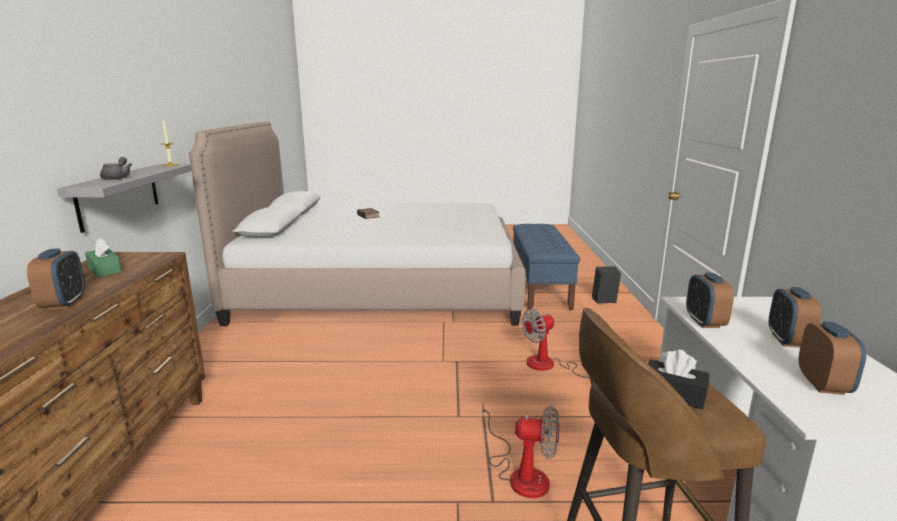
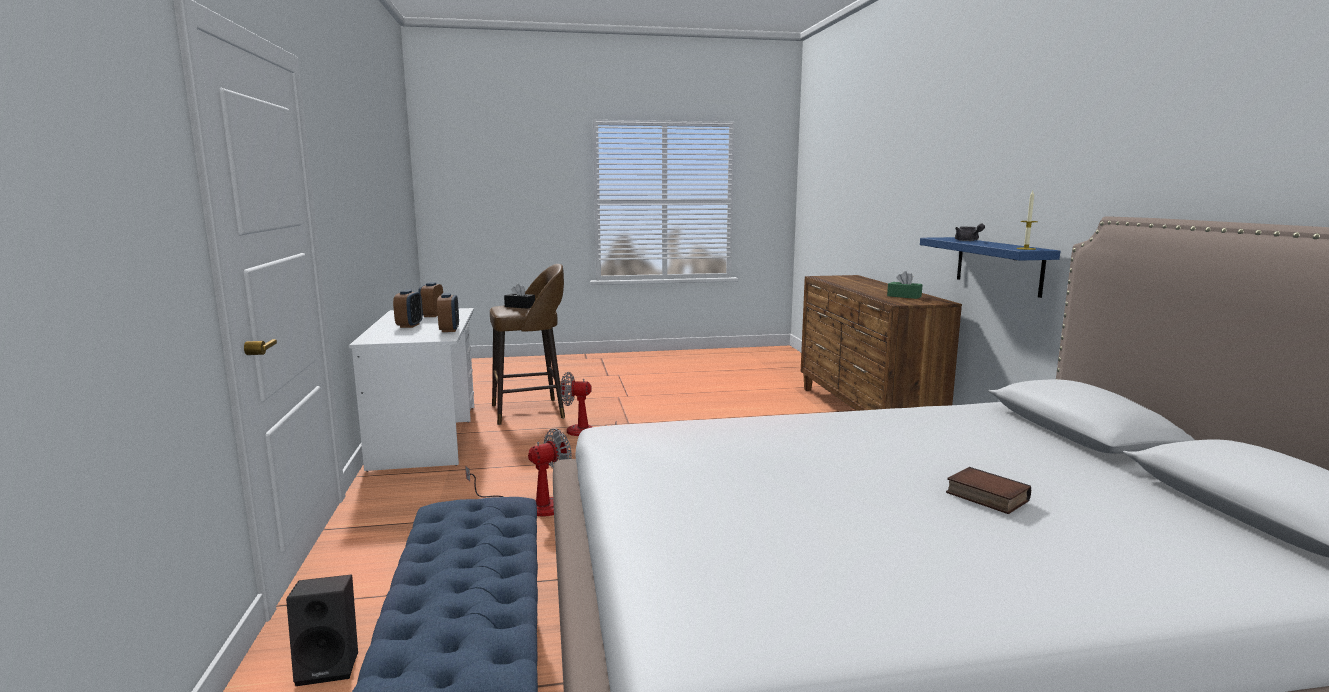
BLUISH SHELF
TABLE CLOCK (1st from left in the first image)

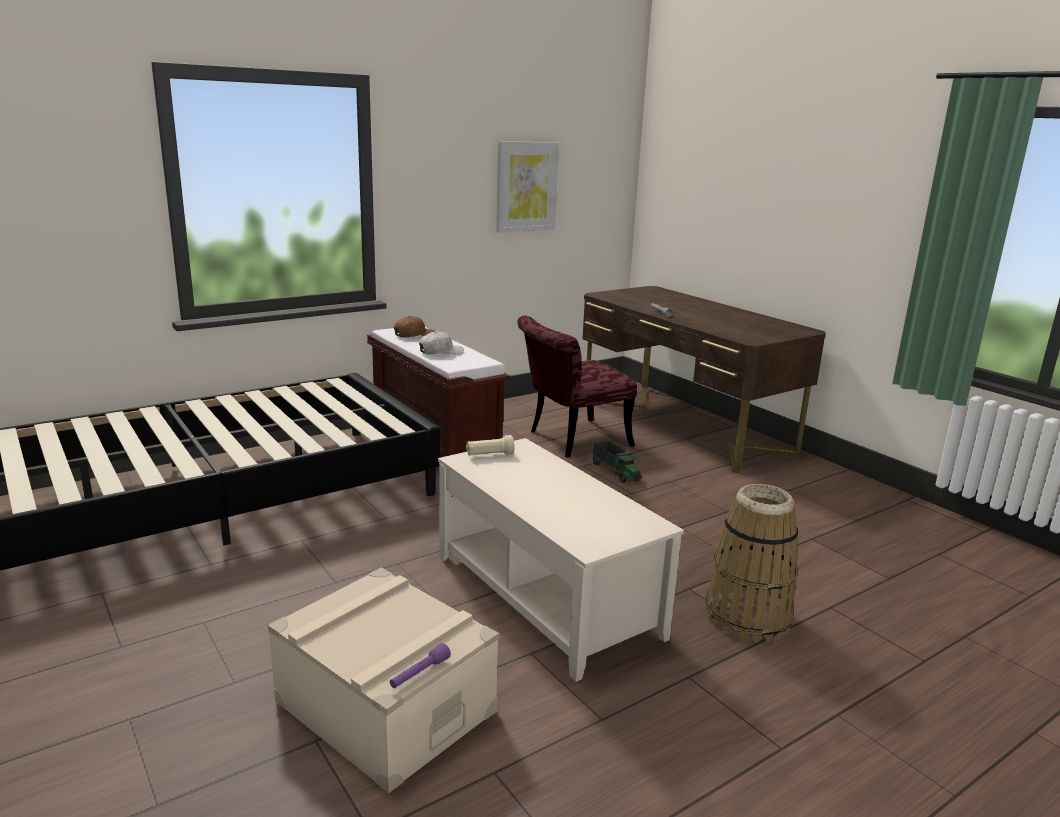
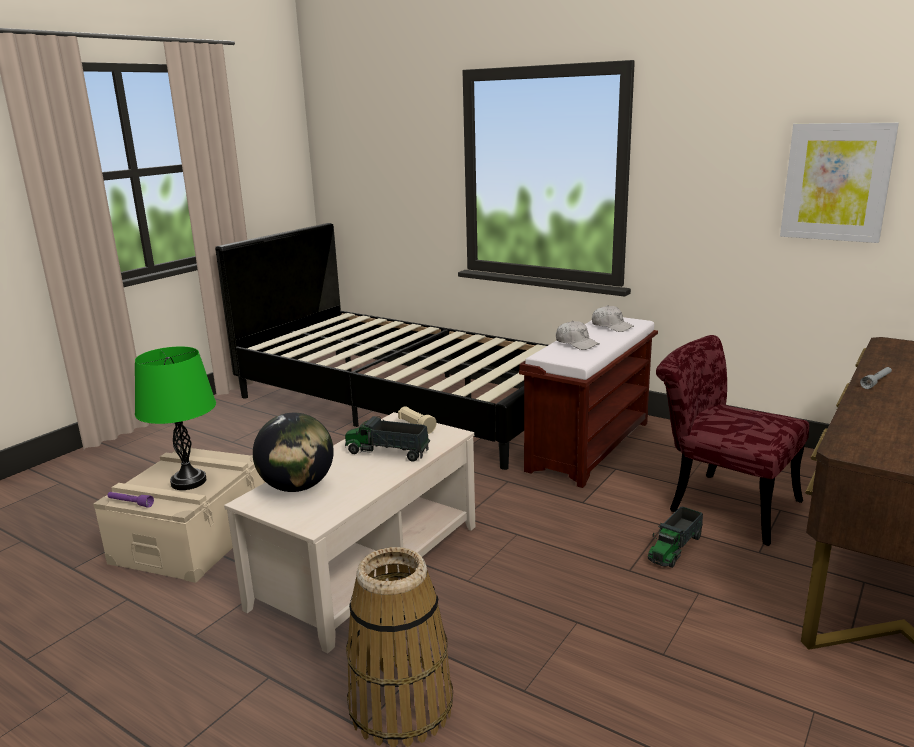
WHITE CAP (2nd from left)
GREEN TABLETOP LAMP
GLOBE
TOY TRUCK (1st from left)

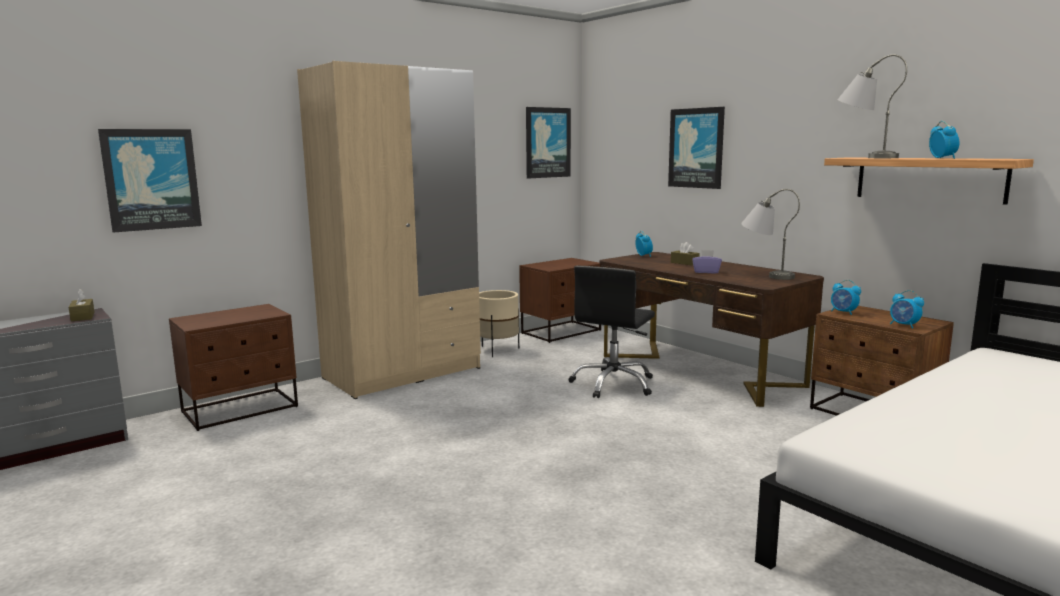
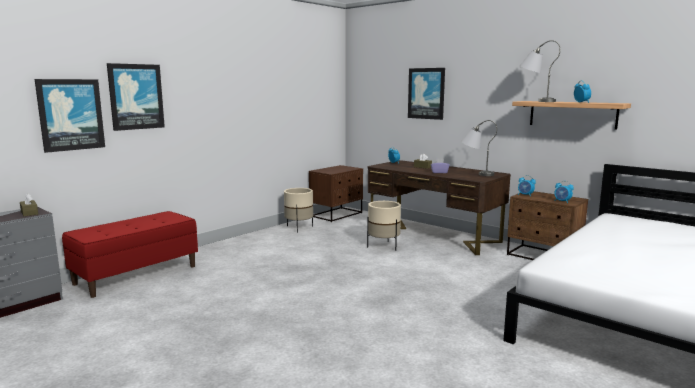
BEIGE-COLOURED WARDROBE
WALL PICTURE (2nd from left)
BEIGE-COLOURED FLOWER POT (2nd from left)
RED LONG SEAT

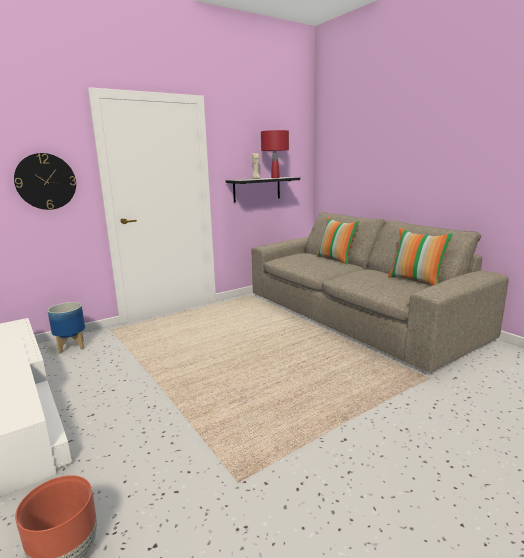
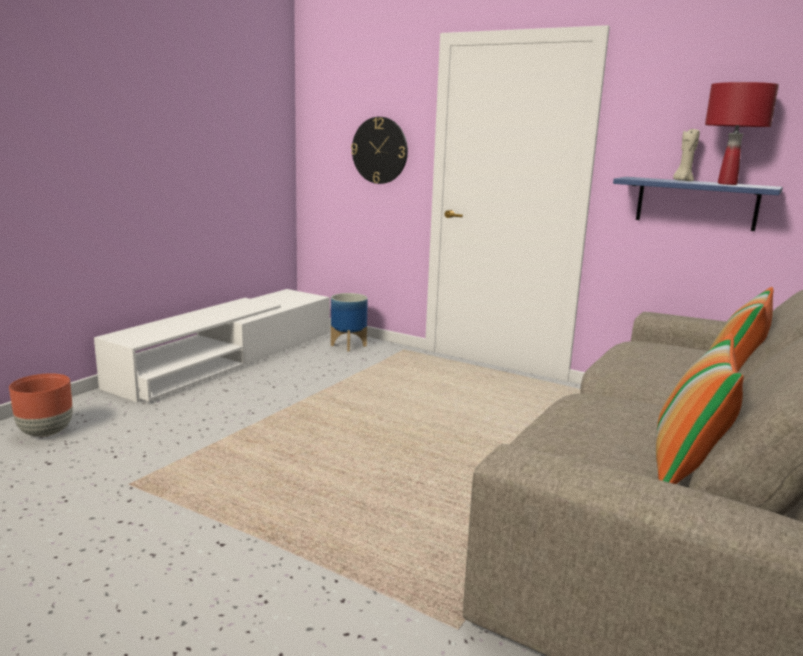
BLUISH SHELF

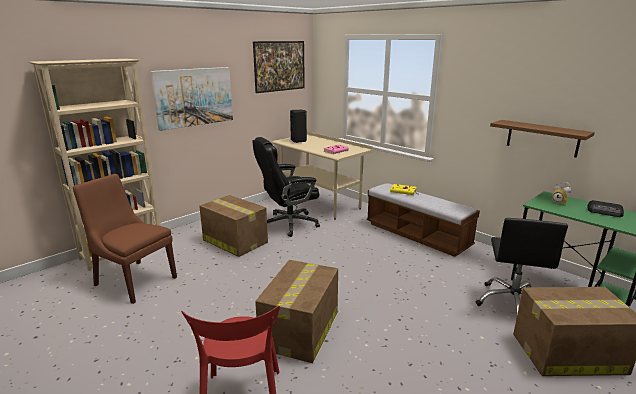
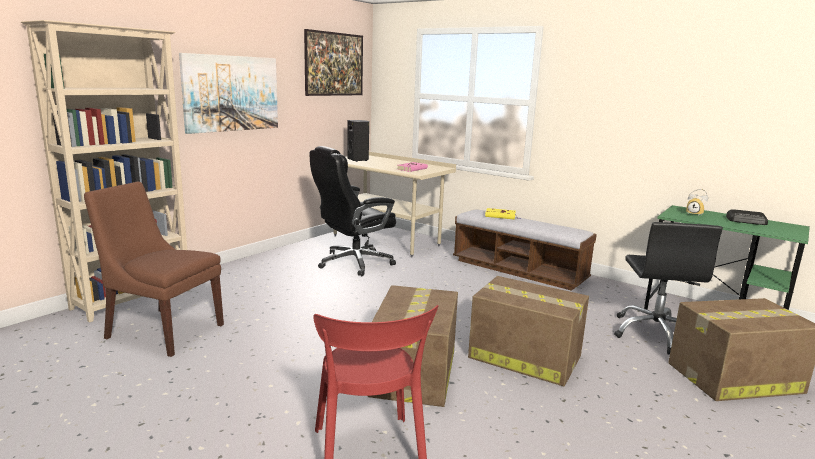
BROWN SHELF
CARDBOARD BOX (2nd from left)

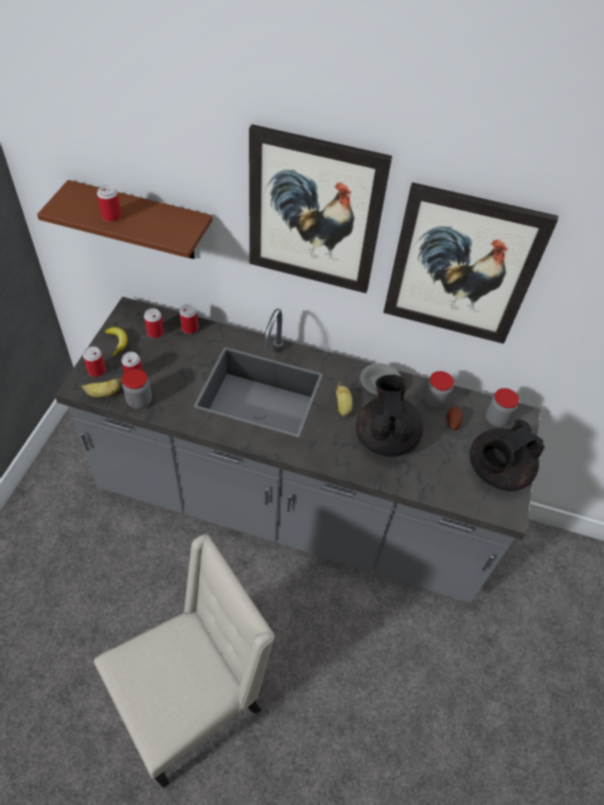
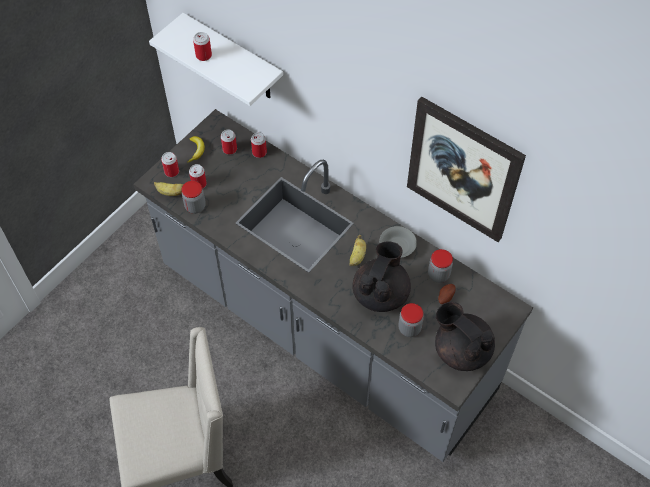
WALL PICTURE (1st from left in the first image)
WHITE SHELF
PRESERVE JAR (2nd from left)
BLACK TEA POT (2nd from left)

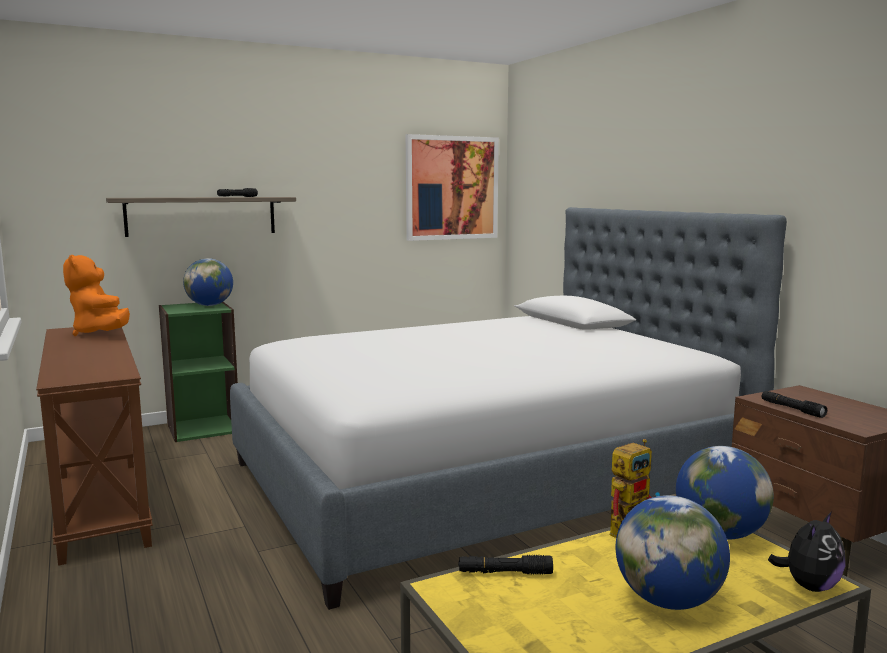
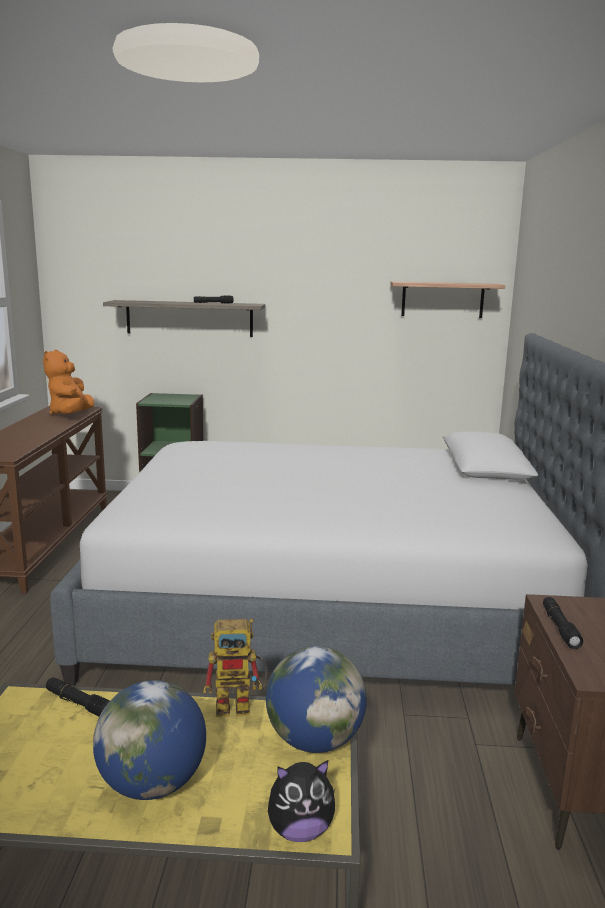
SHELF (2nd from left)
GLOBE (1st from left in the first image)

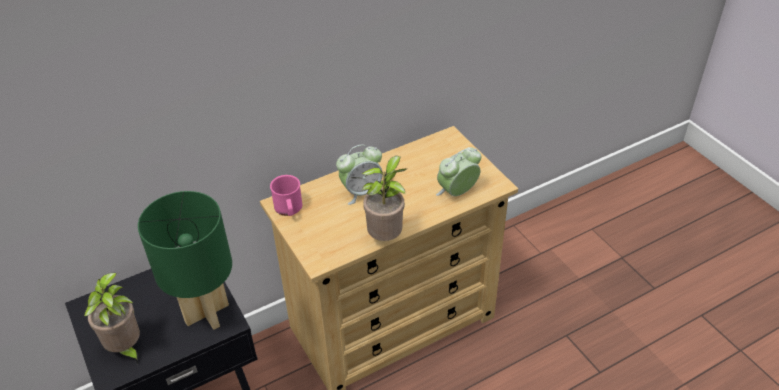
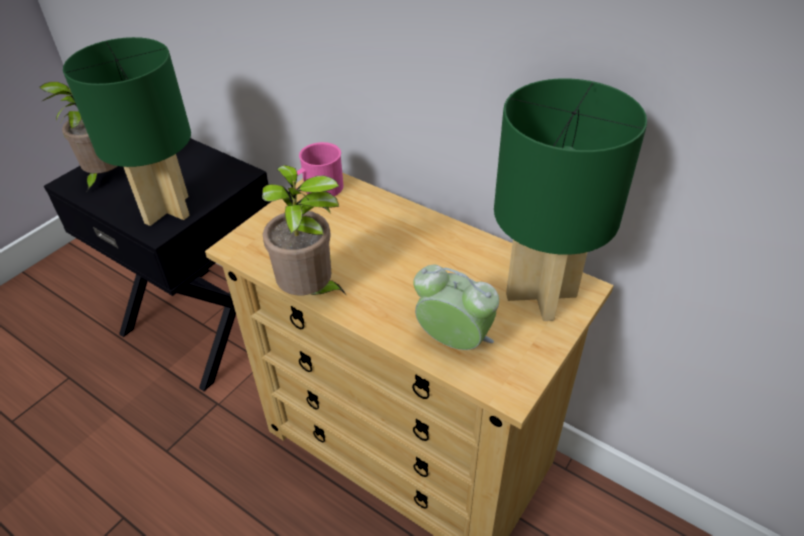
TABLE CLOCK (1st from left in the first image)
GREEN TABLETOP LAMP (2nd from left)

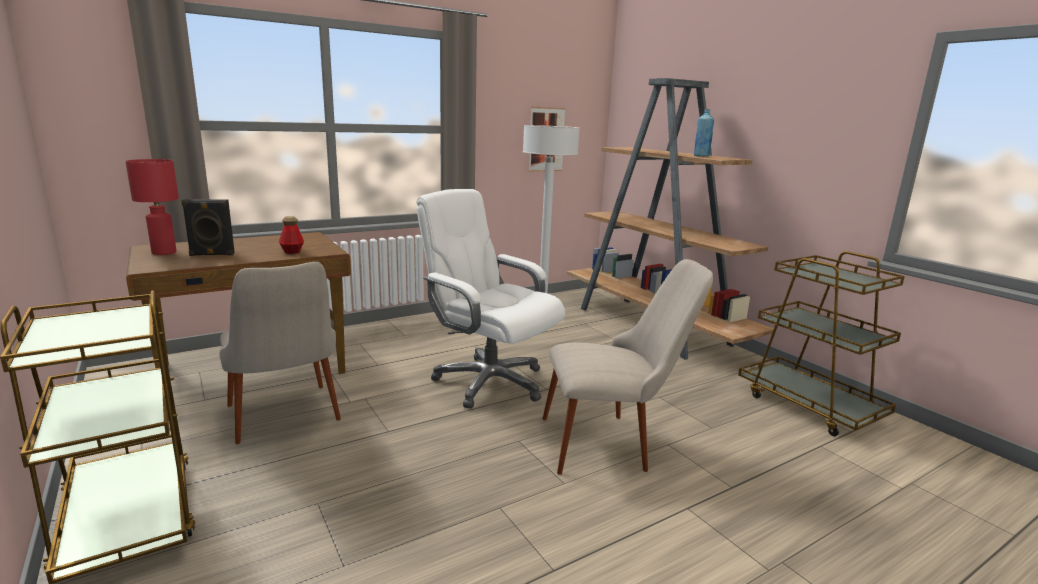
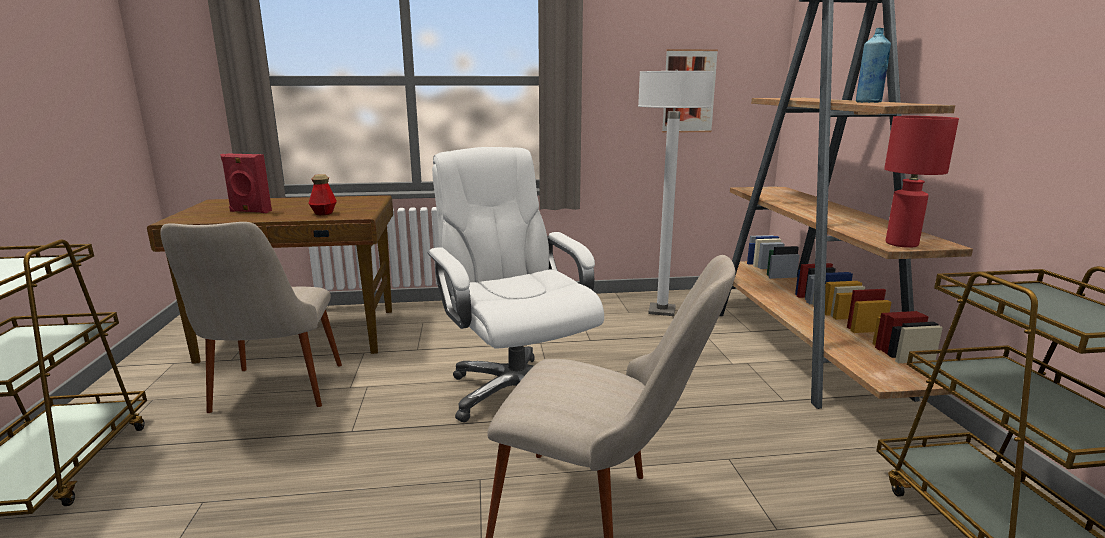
RED TABLETOP LAMP
RED LOUDSPEAKER

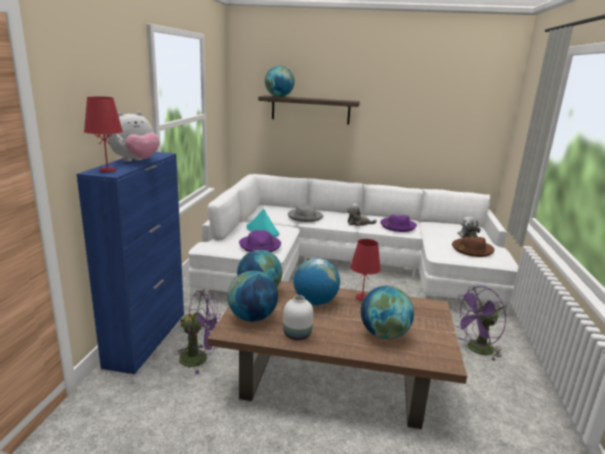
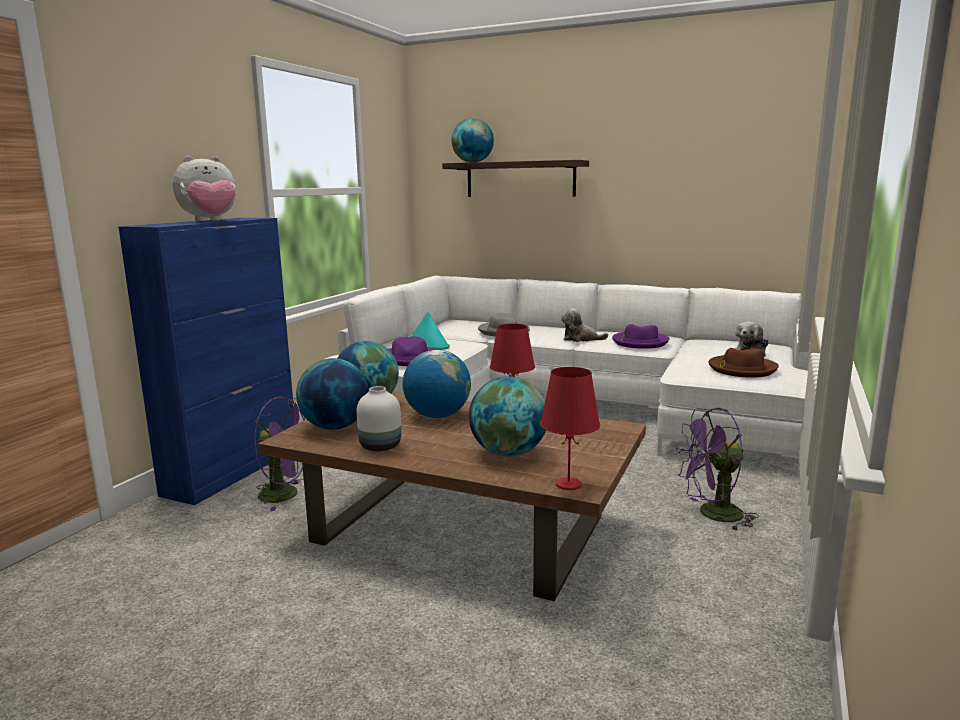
RED TABLETOP LAMP (2nd from left)

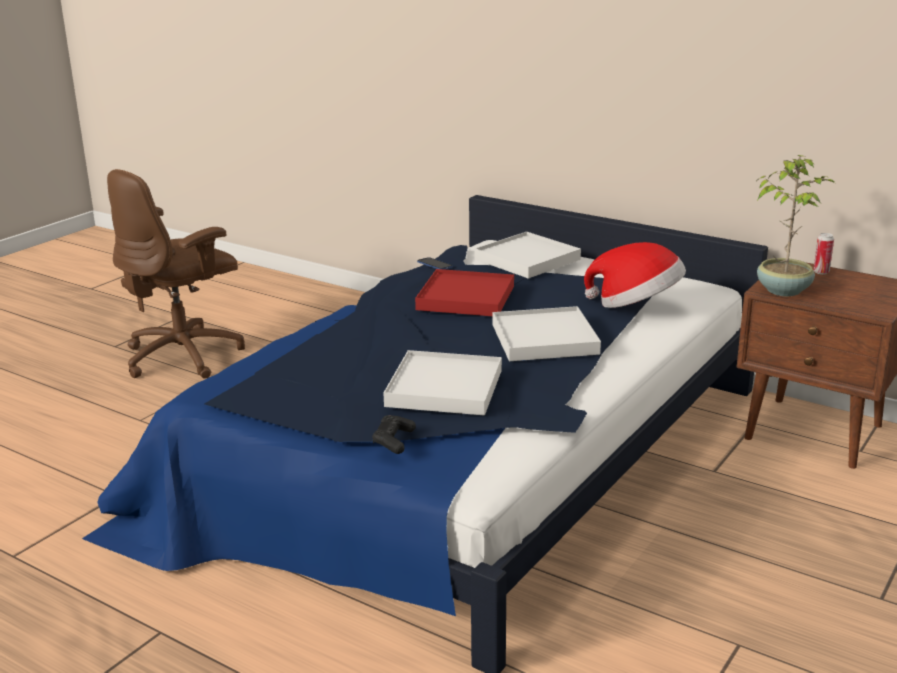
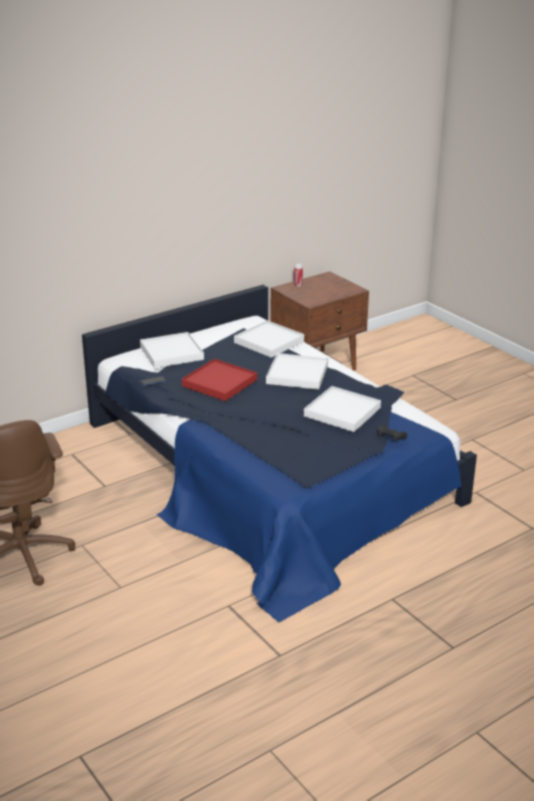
HOUSEPLANT
WHITE TRAY (2nd from left)

